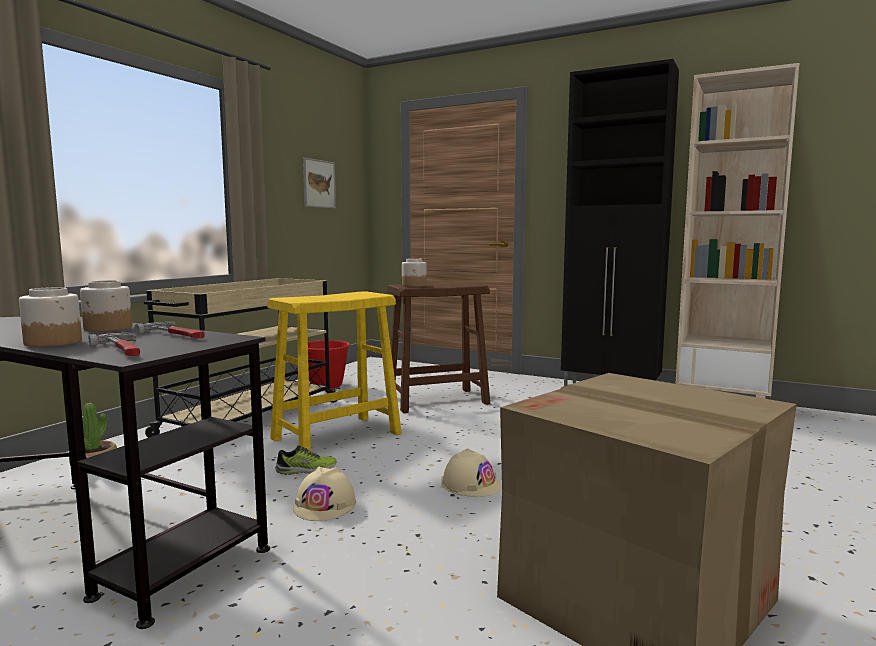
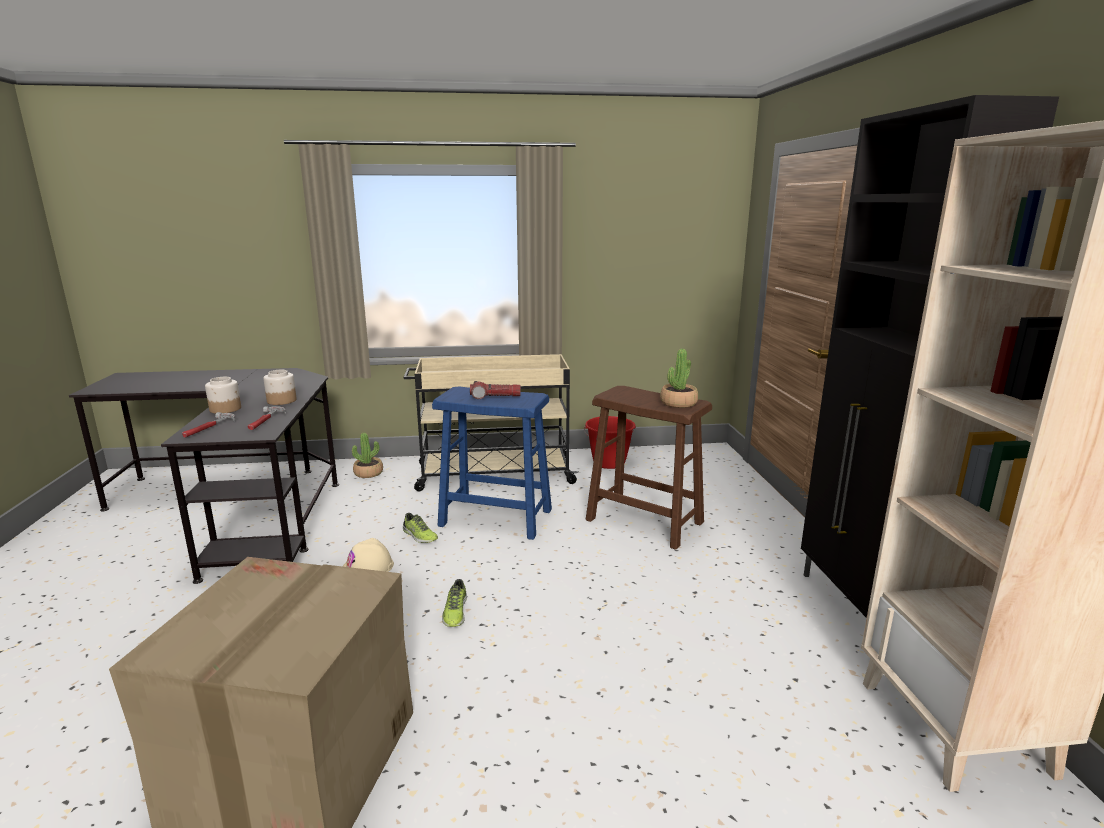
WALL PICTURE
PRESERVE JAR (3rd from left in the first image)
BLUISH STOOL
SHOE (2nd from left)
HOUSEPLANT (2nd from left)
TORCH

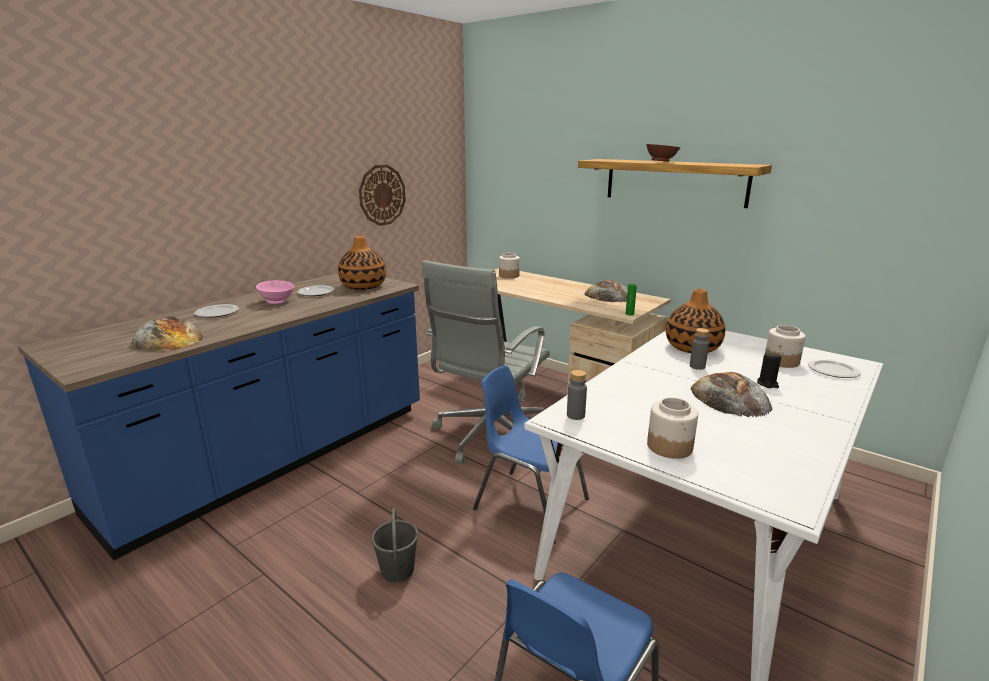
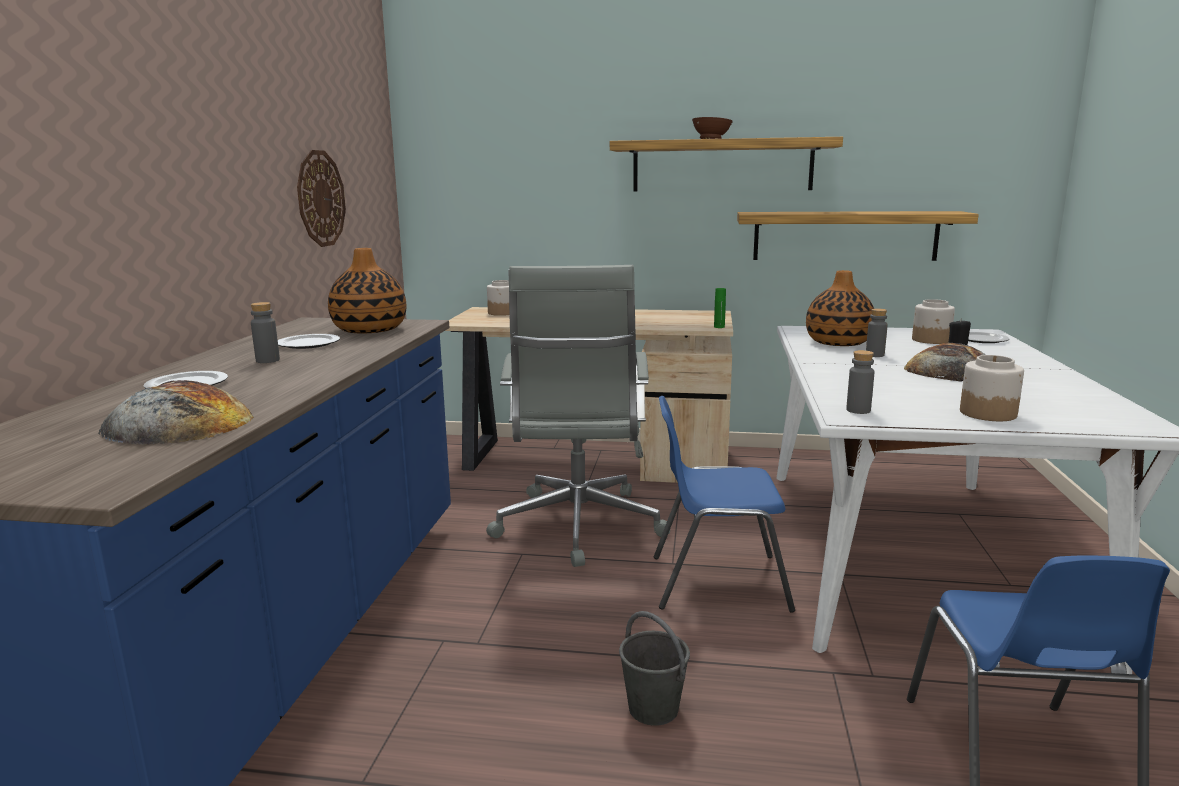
GREYISH BEVERAGE BOTTLE (1st from left)
BAKED BREAD (2nd from left in the first image)
SHELF (2nd from left)

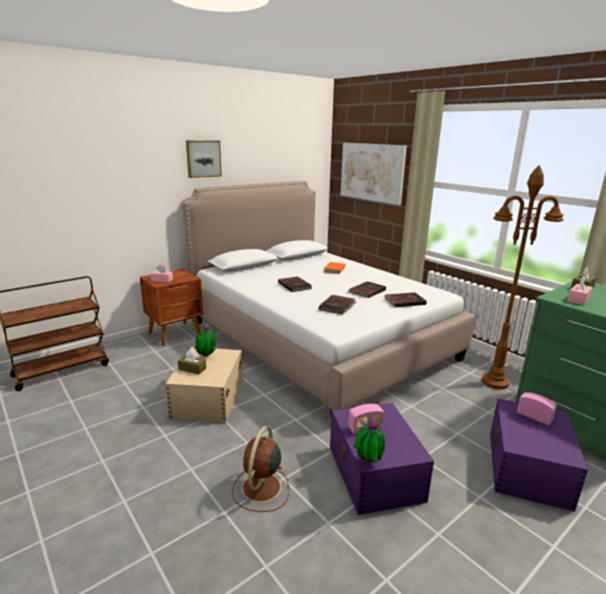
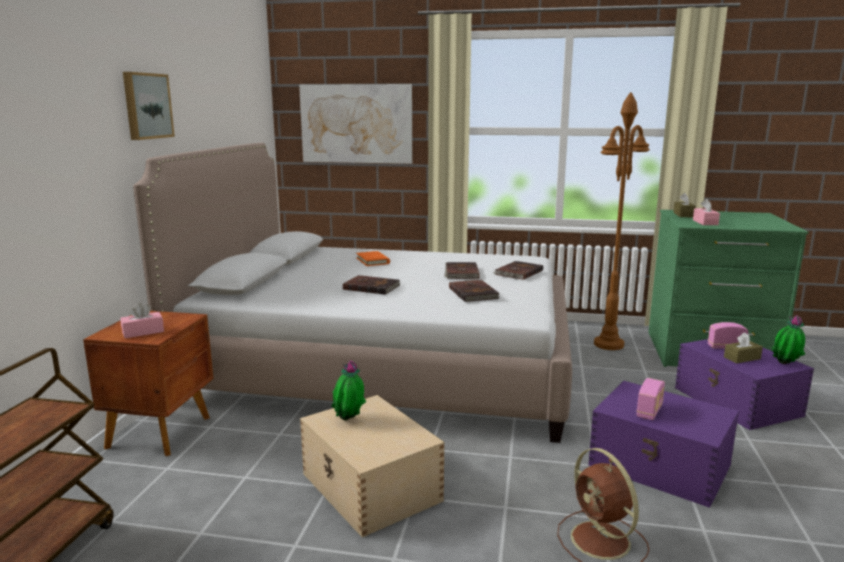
BROWN TISSUE HOLDER (2nd from left)
HOUSEPLANT (2nd from left)

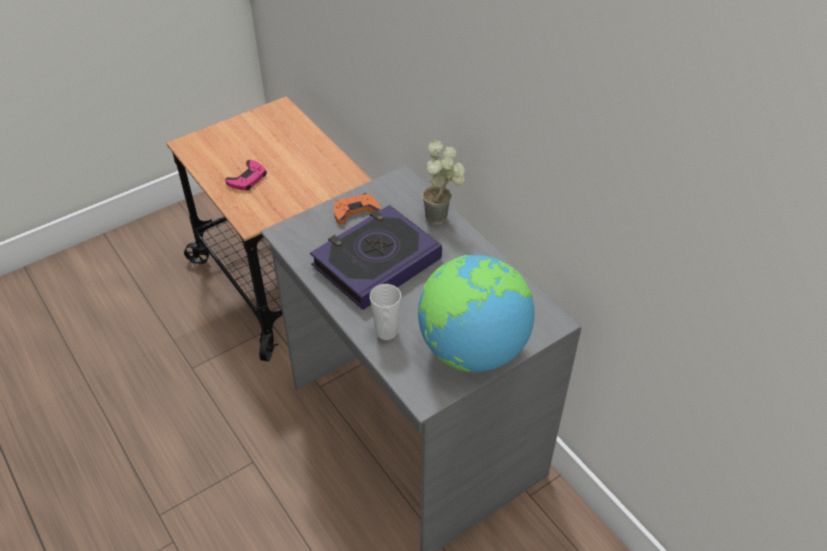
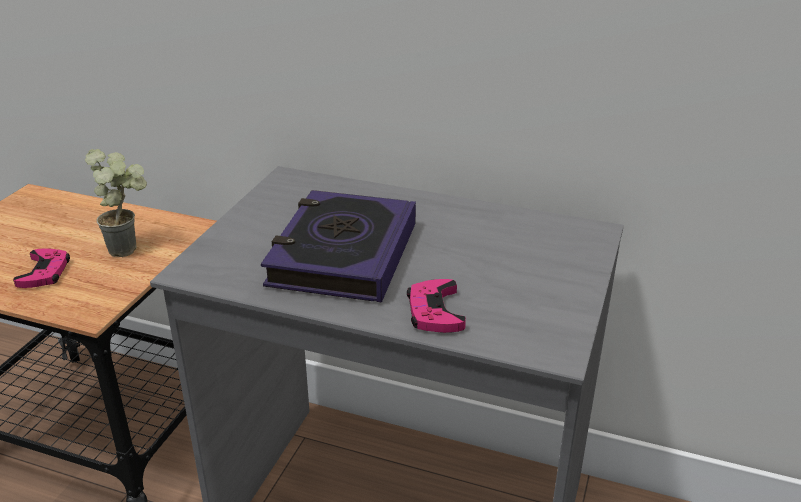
HOUSEPLANT
ORANGE GAMEPAD
GLOBE
PINK-COLOURED GAMEPAD (2nd from left)

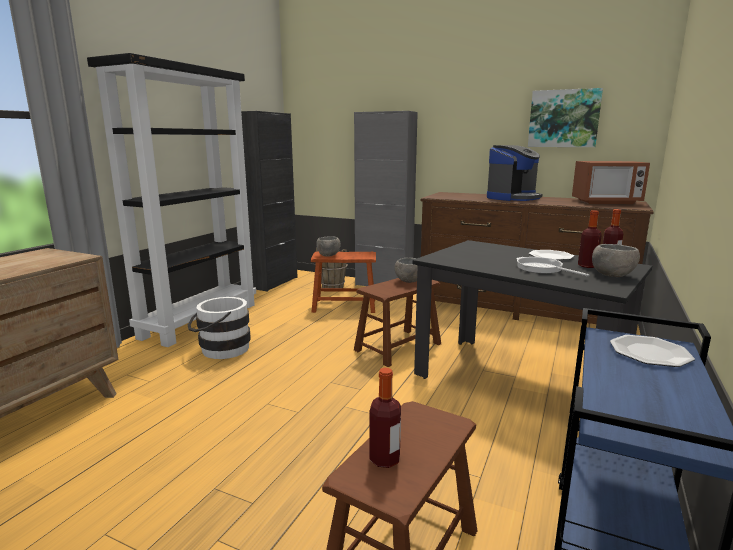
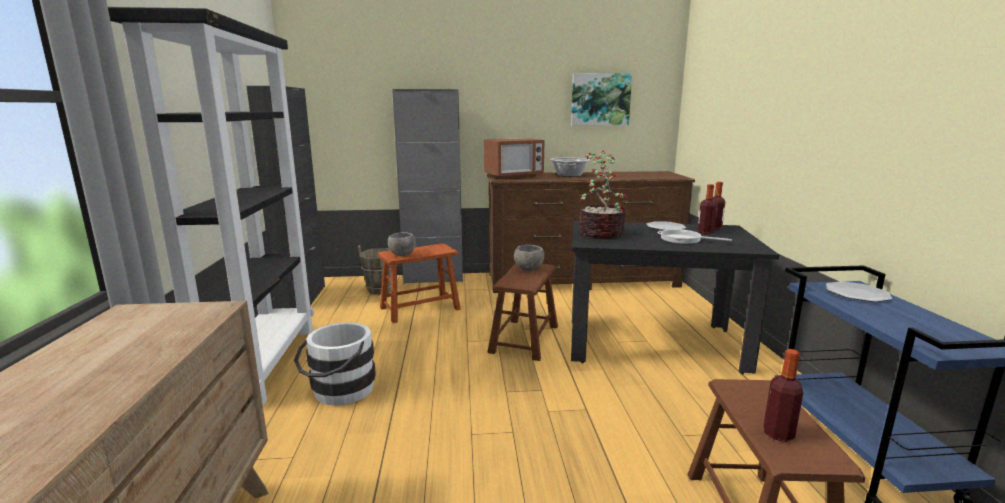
STOCKPOT
MICROWAVE OVEN
GREYISH DEEP DISH (3rd from left in the first image)
HOUSEPLANT

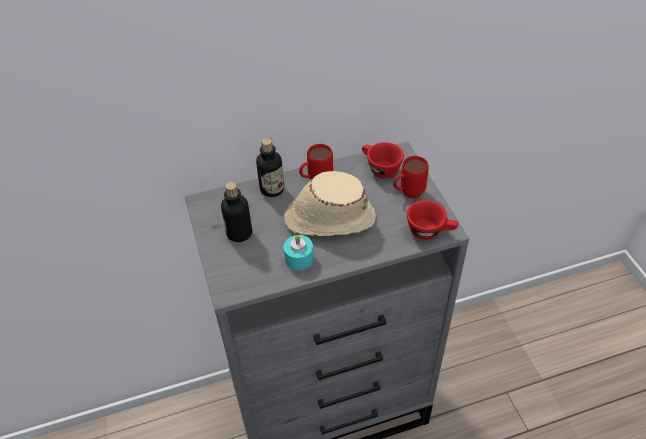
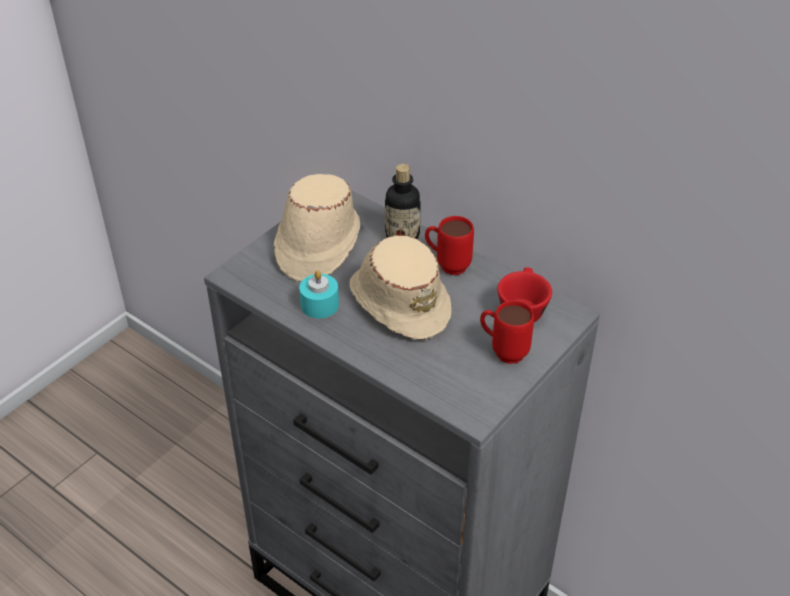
BEIGE-COLOURED HAT (1st from left)
RED DRINKING CUP (2nd from left in the first image)

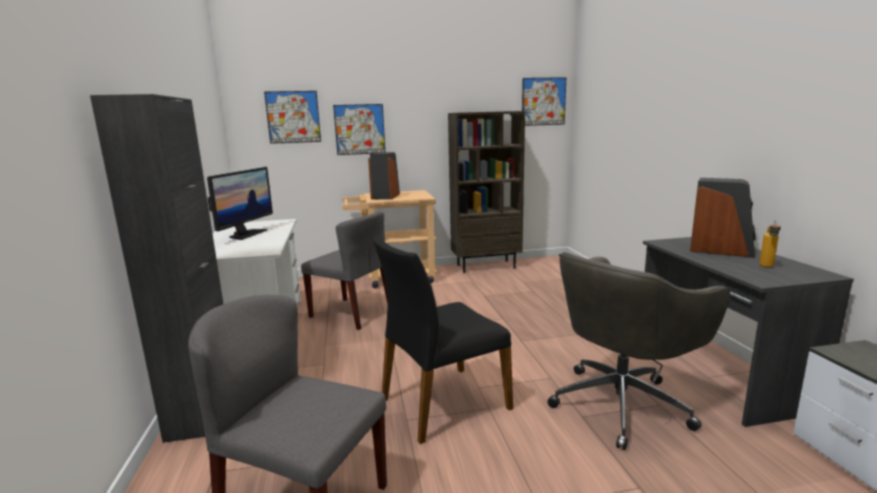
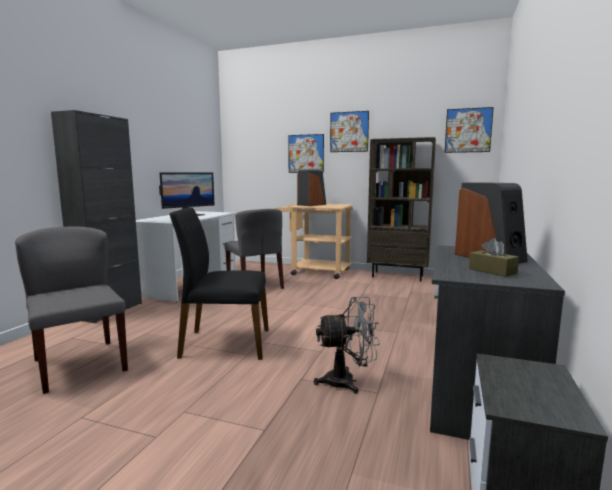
WALL PICTURE (2nd from left)
BROWN TISSUE HOLDER
GREYISH ELECTRIC FAN

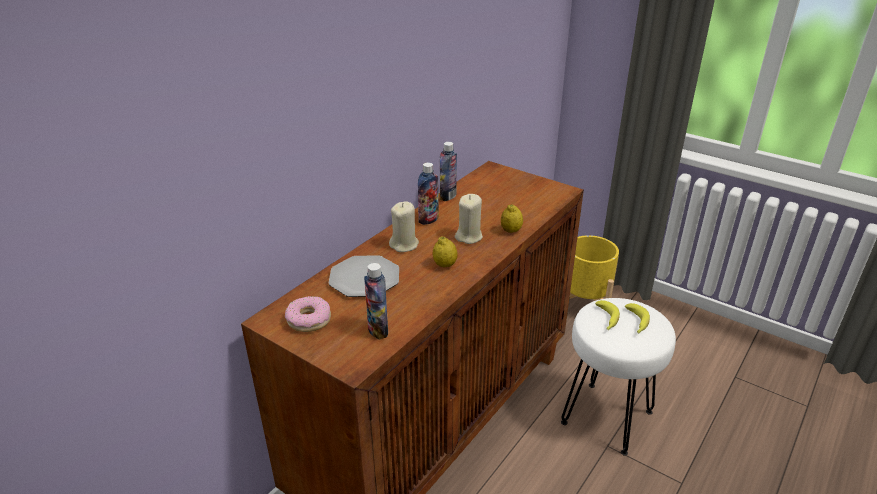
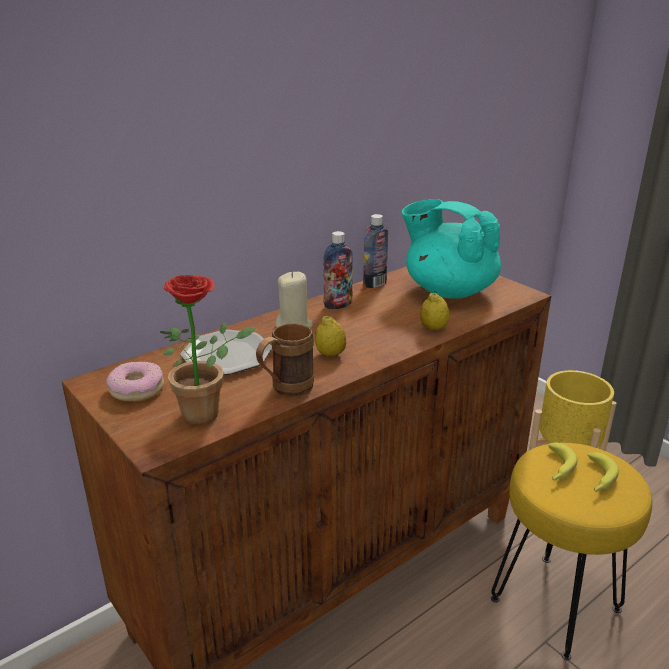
BEIGE-COLOURED WAX LIGHT (2nd from left in the first image)
HOUSEPLANT
YELLOW-COLOURED STOOL
BLUE-GREEN TEA POT
BROWN TEA MUG

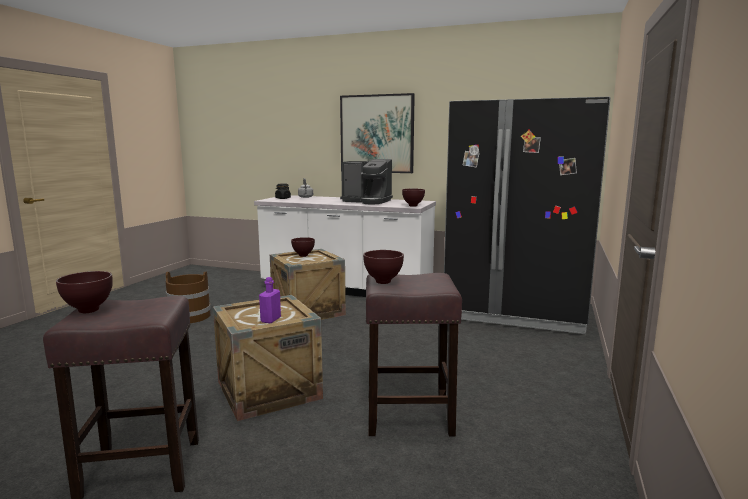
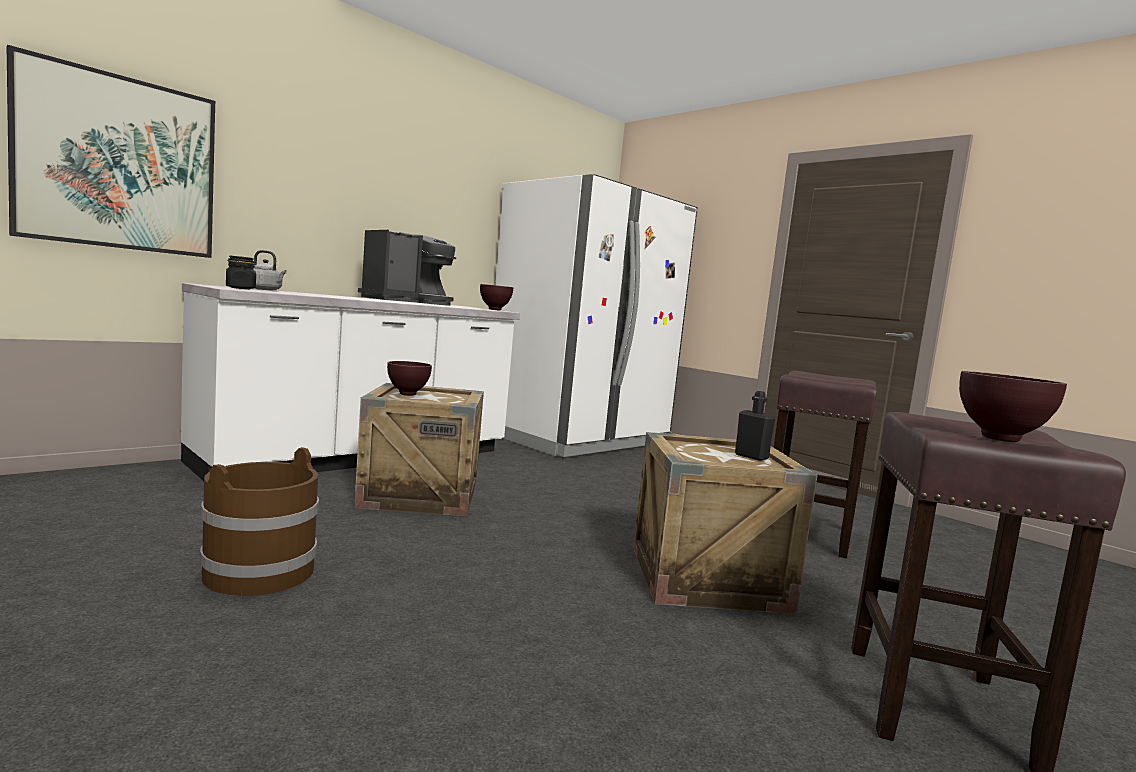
WALL PICTURE
WHITE FRIDGE
BROWN DEEP DISH (3rd from left in the first image)
BLACK BEVERAGE BOTTLE

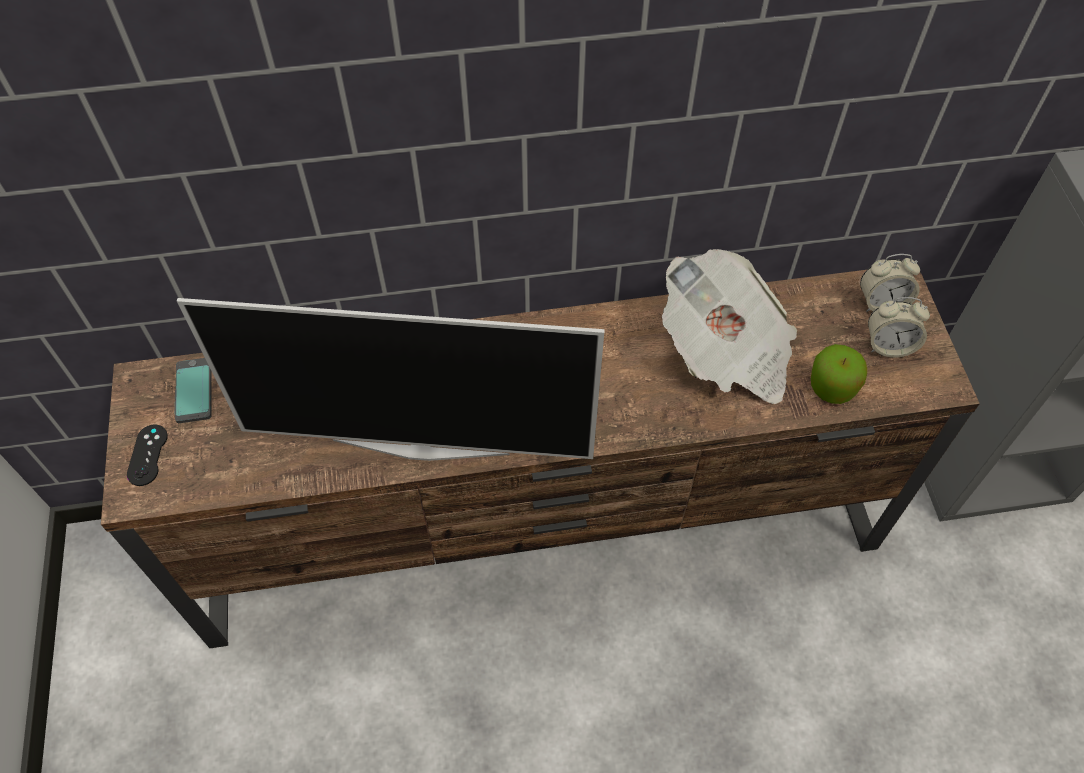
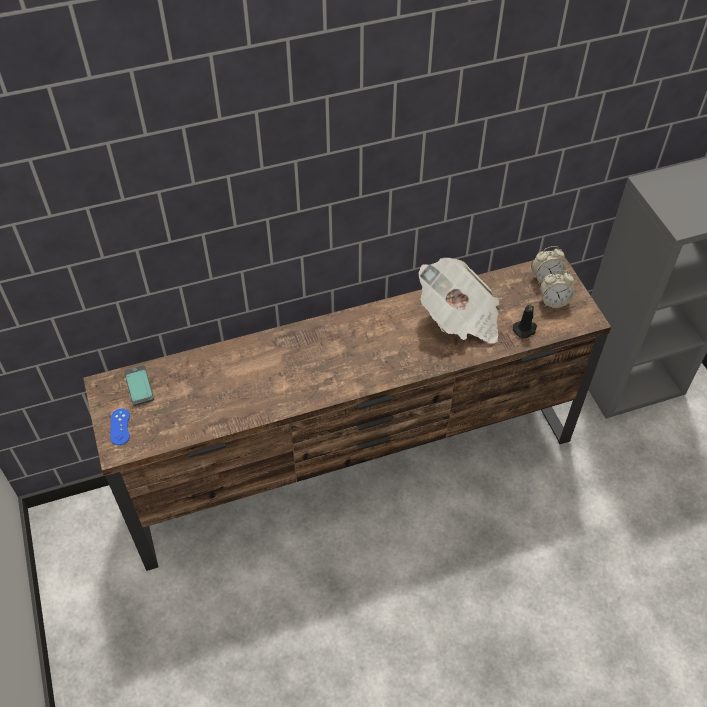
TV SET
BLACK WAX LIGHT
BLUISH GAMEPAD

